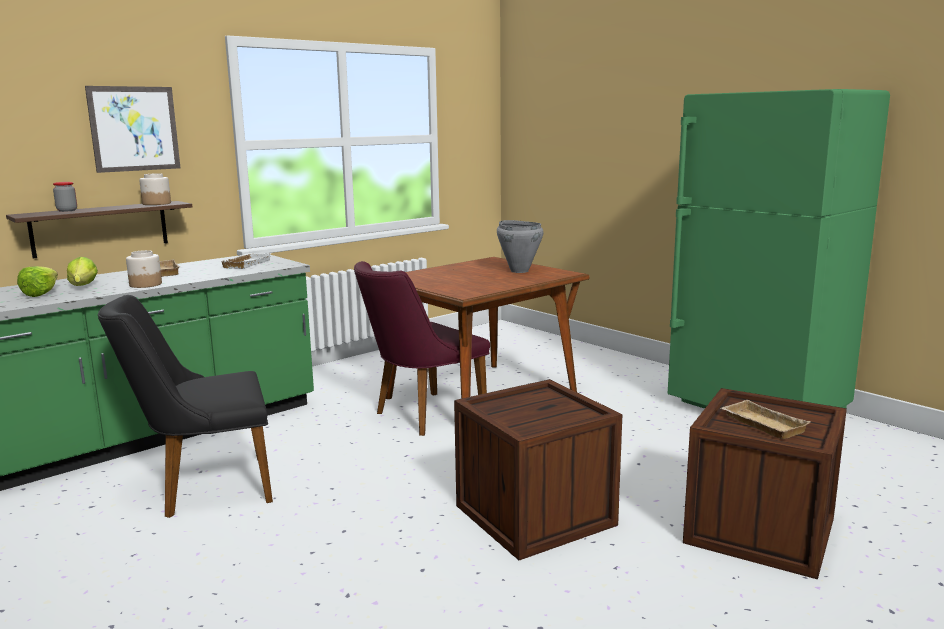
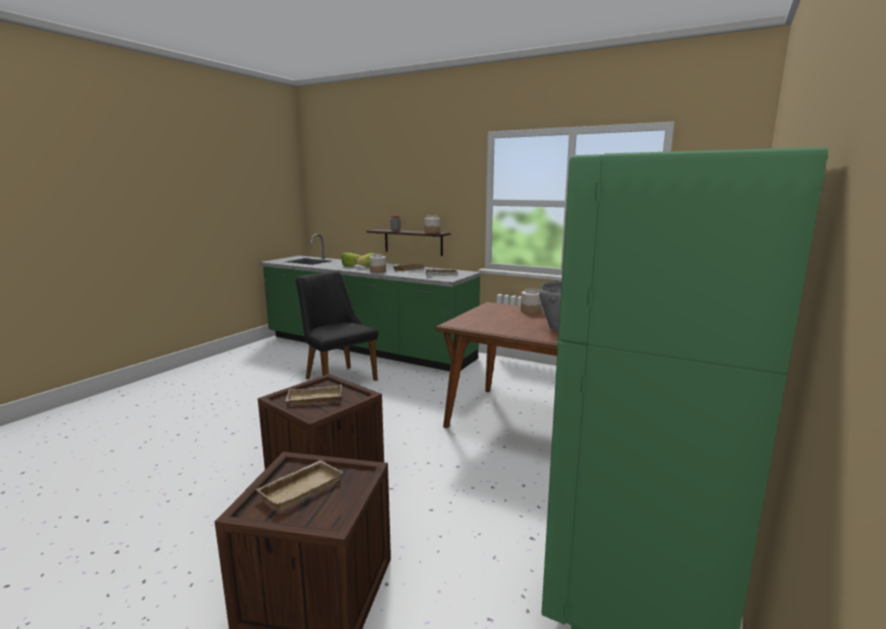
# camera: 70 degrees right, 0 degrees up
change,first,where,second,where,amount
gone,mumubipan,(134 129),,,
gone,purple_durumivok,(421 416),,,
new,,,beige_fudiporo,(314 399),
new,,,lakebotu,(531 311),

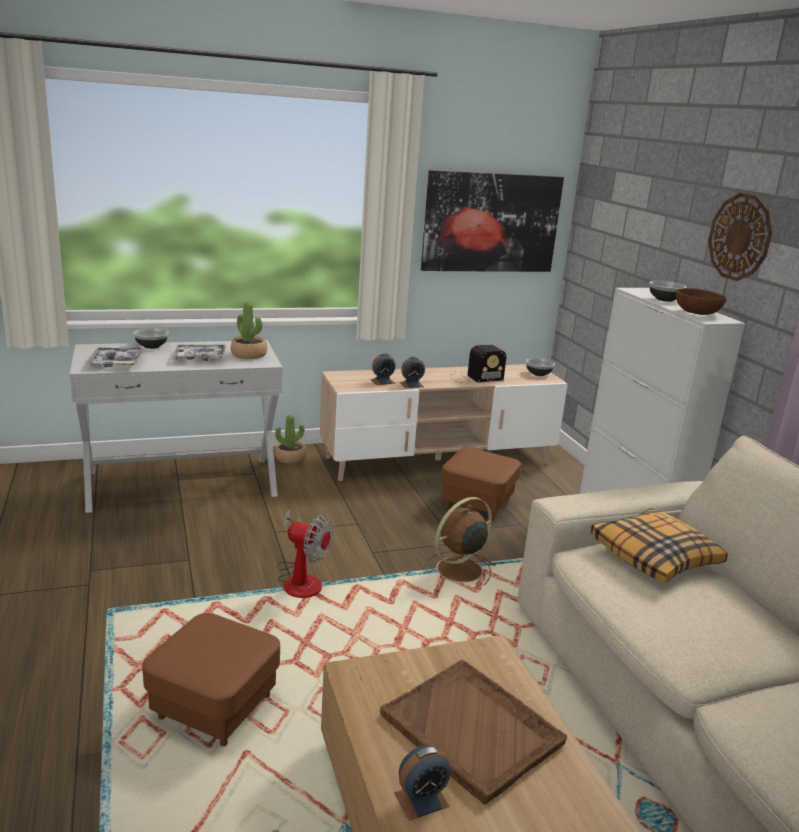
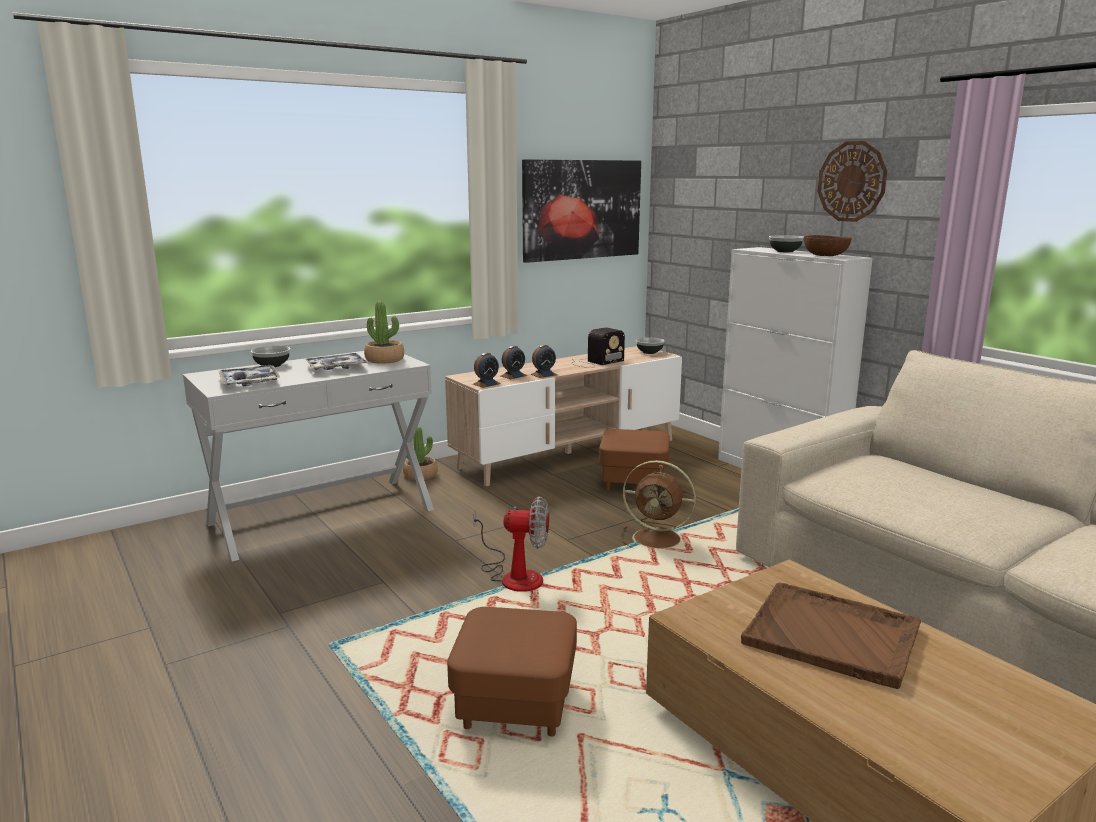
# camera: 15 degrees left, 5 degrees down
change,first,where,second,where,amount
shifted,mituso,(421 799),,(486 384),
rotated,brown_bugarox,(457 571),,(659 539),105 degrees counterclockwise
gone,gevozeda,(655 556),,,

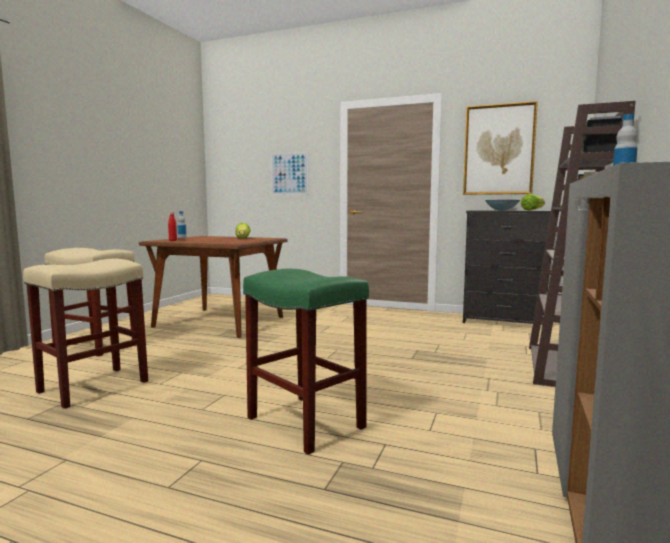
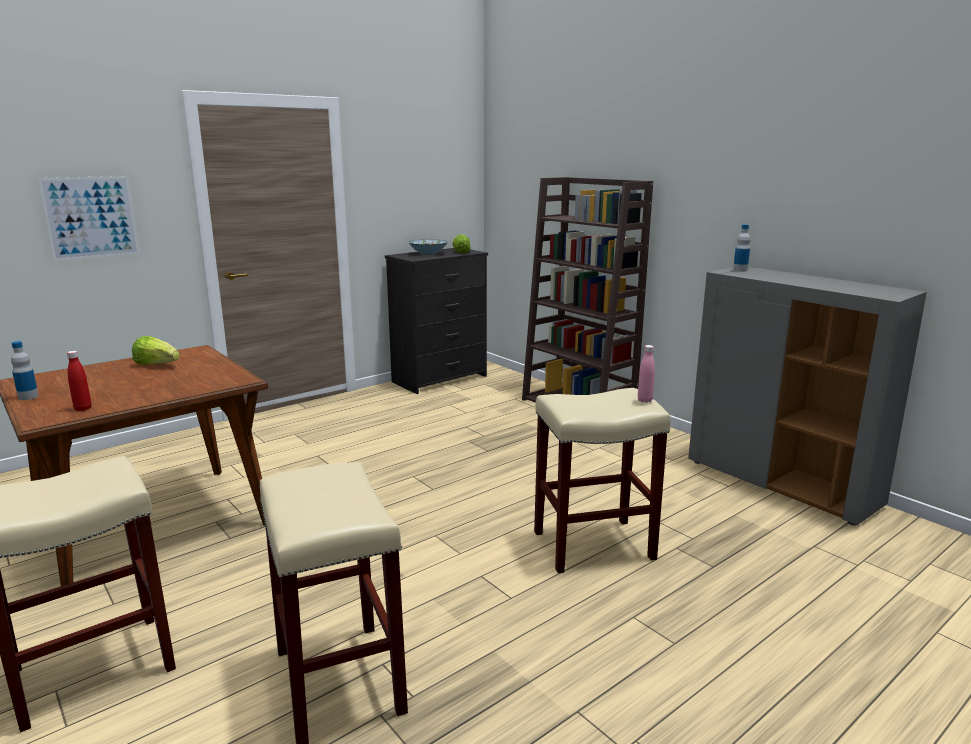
# camera: 60 degrees left, 10 degrees up
change,first,where,second,where,amount
repainted,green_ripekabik,(304 422),beige_ripekabik,(592 546),
gone,mumubipan,(499 150),,,
new,,,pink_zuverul,(645 400),

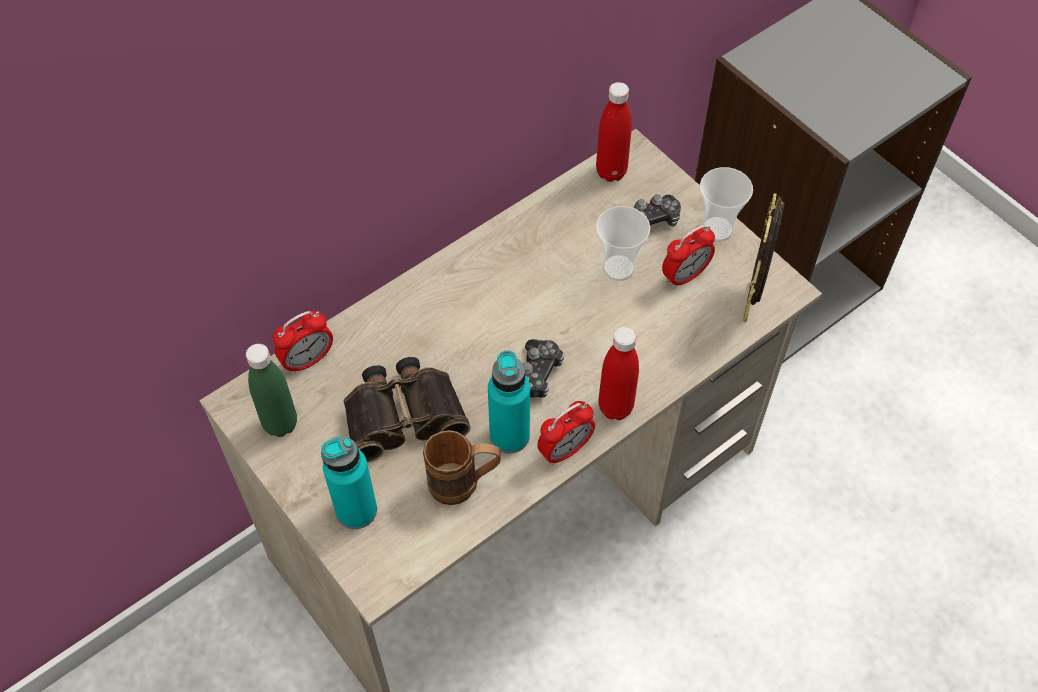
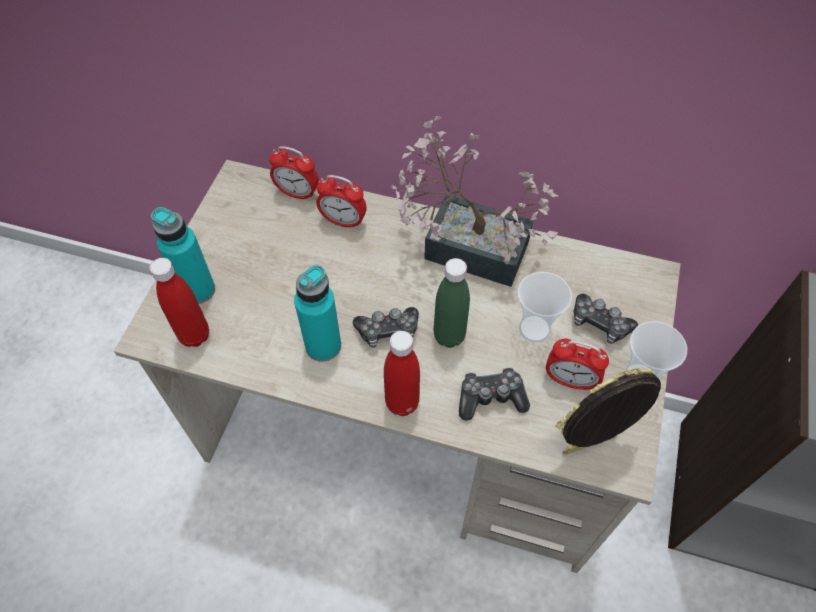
# camera: 55 degrees right, 0 degrees up
change,first,where,second,where,amount
shifted,green_zuverul,(280 424),,(449 336),
gone,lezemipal,(403 413),,,
gone,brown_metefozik,(464 484),,,
shifted,mituso,(565 450),,(343 221),
shifted,red_zuverul,(611 172),,(194 335),
new,,,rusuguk,(465 245),
new,,,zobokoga,(491 398),

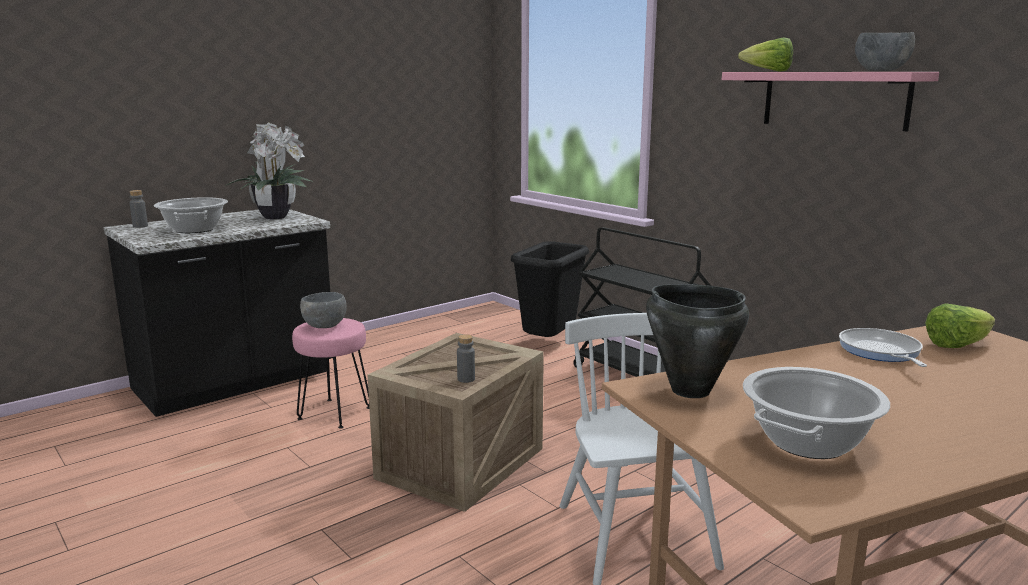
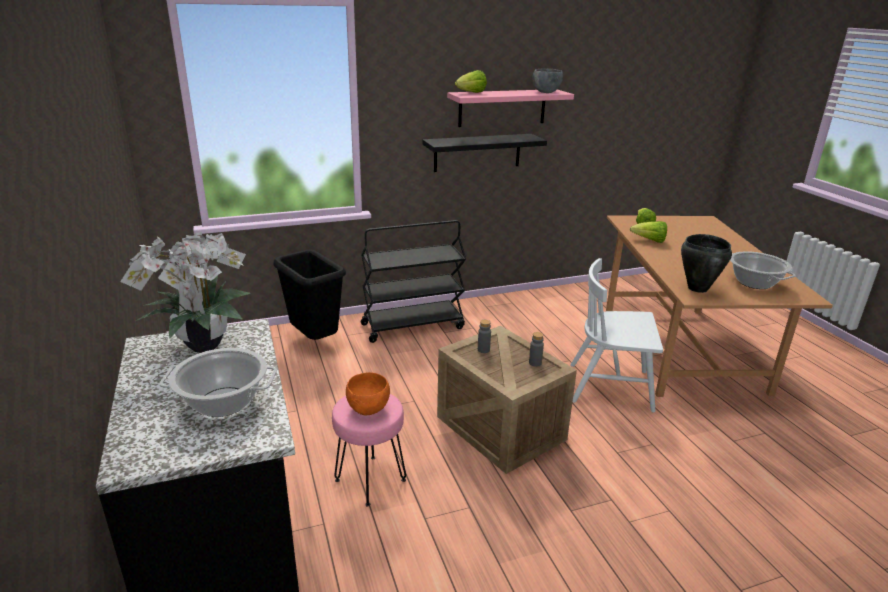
# camera: 70 degrees left, 10 degrees up
change,first,where,second,where,amount
shifted,grey_zuverul,(140 226),,(483 350),
repainted,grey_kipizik,(325 326),orange_kipizik,(368 409),
swapped,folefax,(880 352),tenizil,(649 241),
new,,,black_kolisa,(477 152),

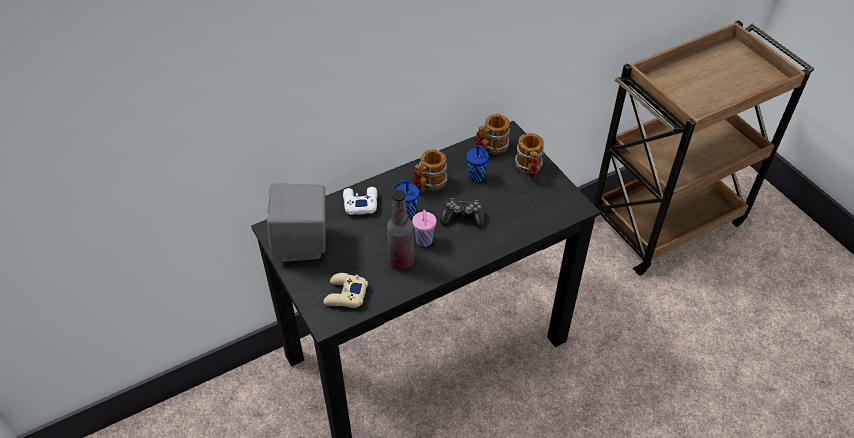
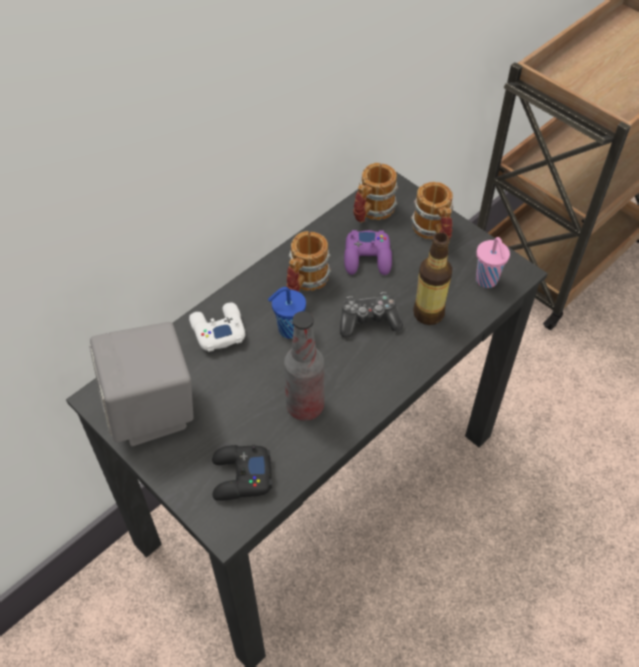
# camera: 15 degrees left, 5 degrees up
change,first,where,second,where,amount
repainted,beige_zobokoga,(345 295),black_zobokoga,(241 477),
shifted,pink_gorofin,(424 241),,(487 281),
swapped,blue_gorofin,(477 177),purple_zobokoga,(368 258),
new,,,zuverul,(428 313),

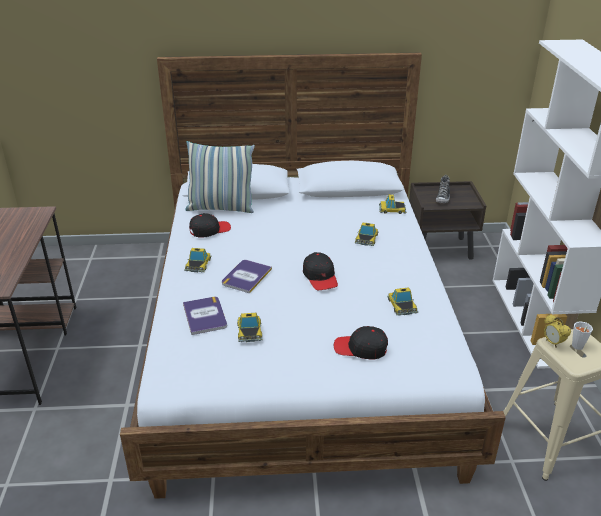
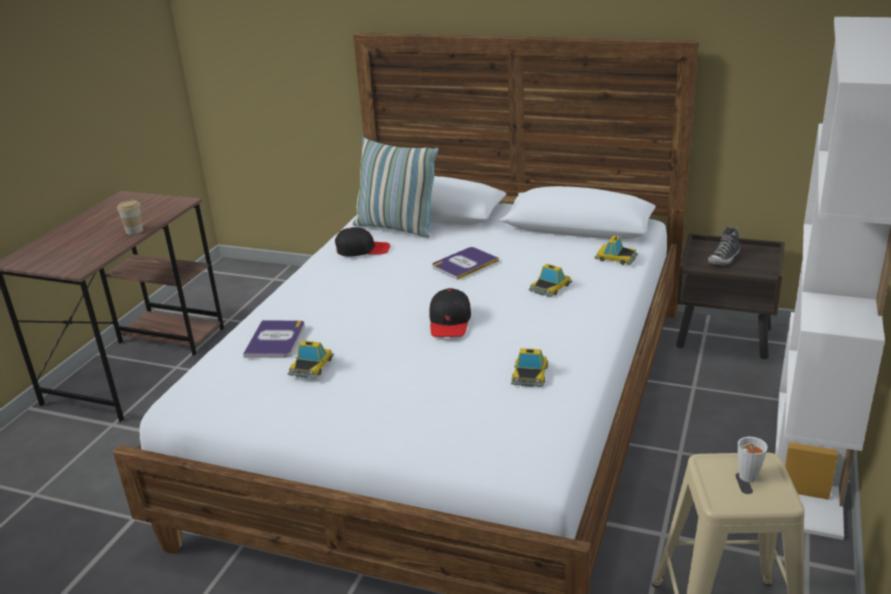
# camera: 25 degrees right, 5 degrees down
change,first,where,second,where,amount
gone,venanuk,(198 264),,,
shifted,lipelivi,(246 276),,(464 264),
gone,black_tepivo,(361 348),,,
gone,mituso,(553 343),,,
new,,,gorofin,(134 231),

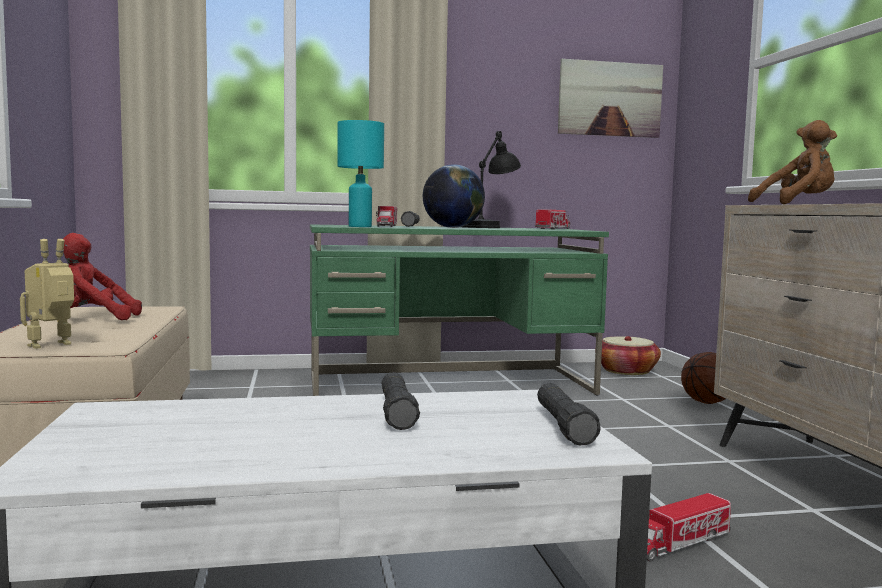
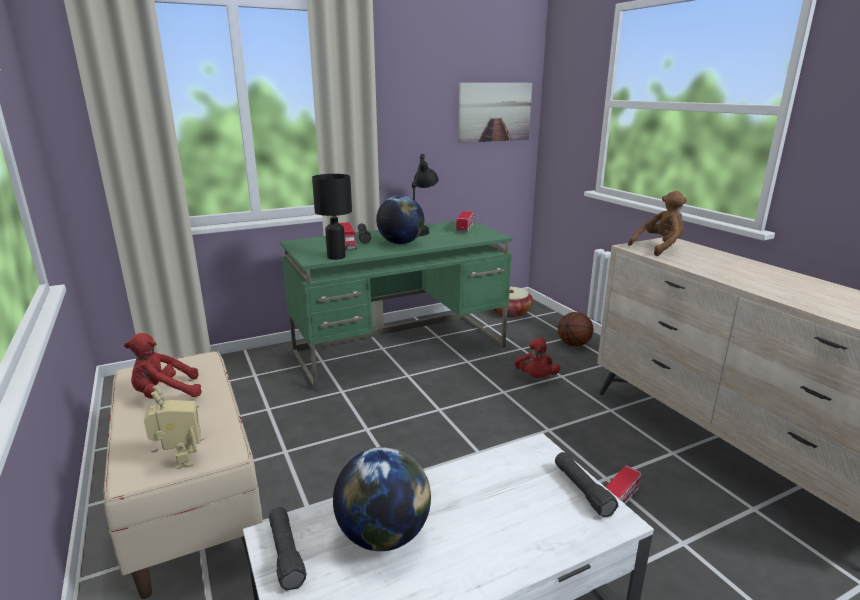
# camera: 15 degrees left, 15 degrees up
change,first,where,second,where,amount
rotated,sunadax,(52 346),,(180 460),135 degrees clockwise
repainted,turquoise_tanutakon,(359 226),black_tanutakon,(336 257),
shifted,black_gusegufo,(397 413),,(286 554),
new,,,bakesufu,(384 535),
new,,,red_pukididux,(536 378),

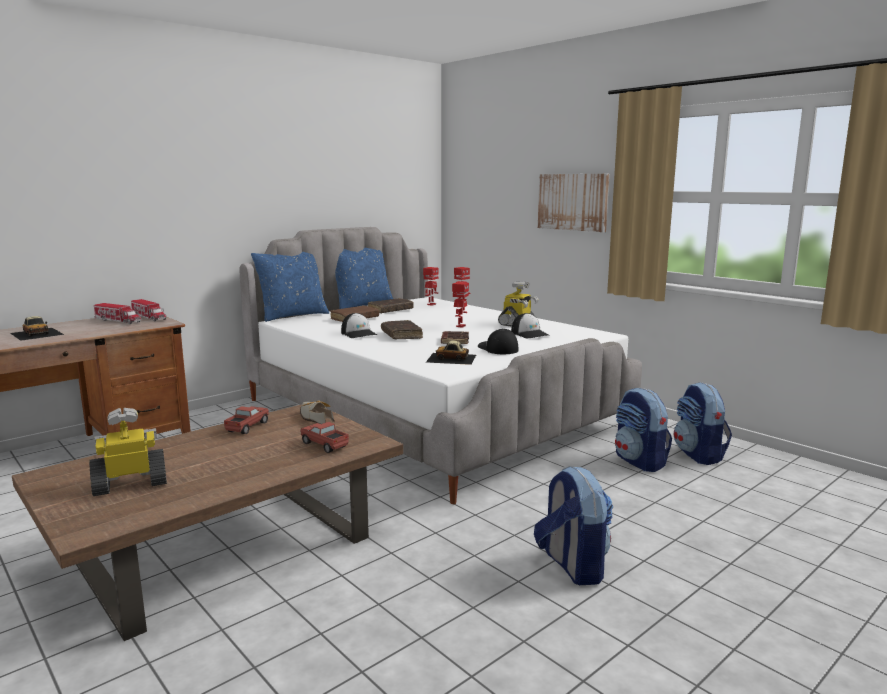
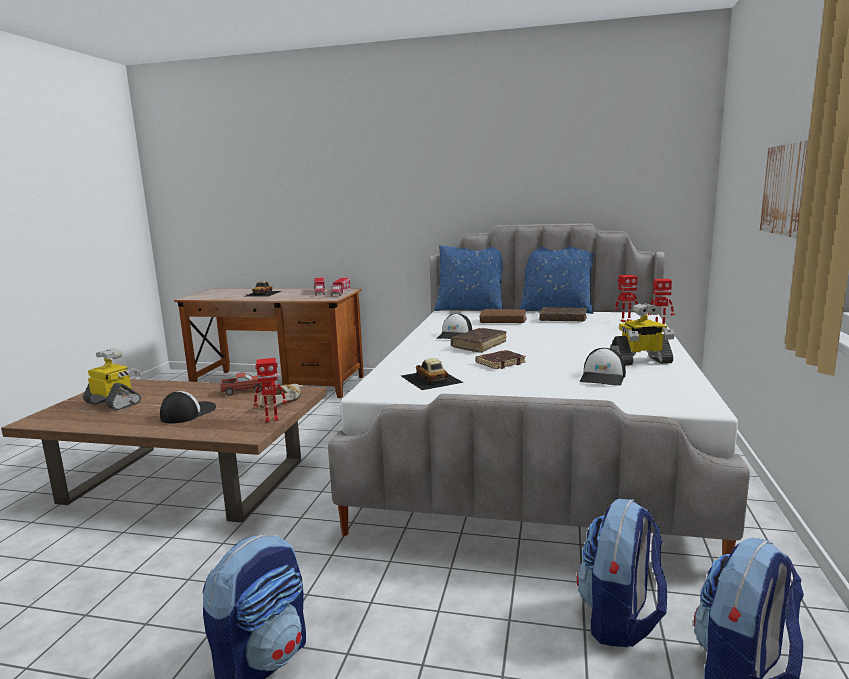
# camera: 55 degrees right, 0 degrees up
change,first,where,second,where,amount
gone,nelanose,(324 445),,,
shifted,sunadax,(460 326),,(272 419),
shifted,tepivo,(497 348),,(188 413),

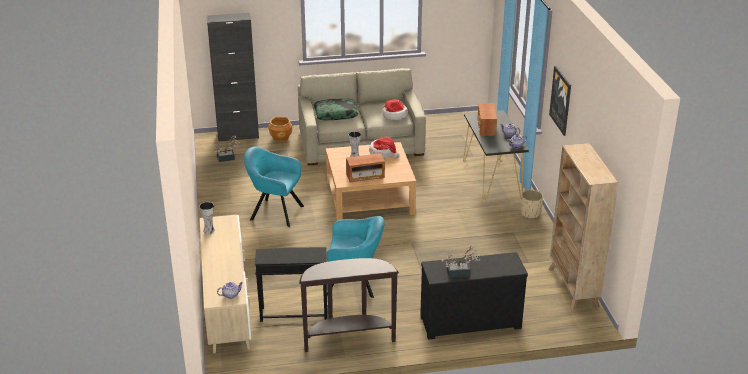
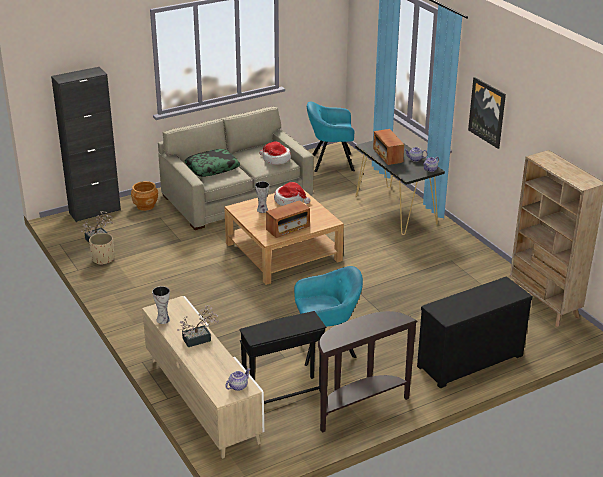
# camera: 20 degrees left, 0 degrees up
change,first,where,second,where,amount
shifted,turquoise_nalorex,(274 212),,(330 162),
shifted,rusuguk,(461 272),,(200 339),
shifted,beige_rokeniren,(530 214),,(103 259),

